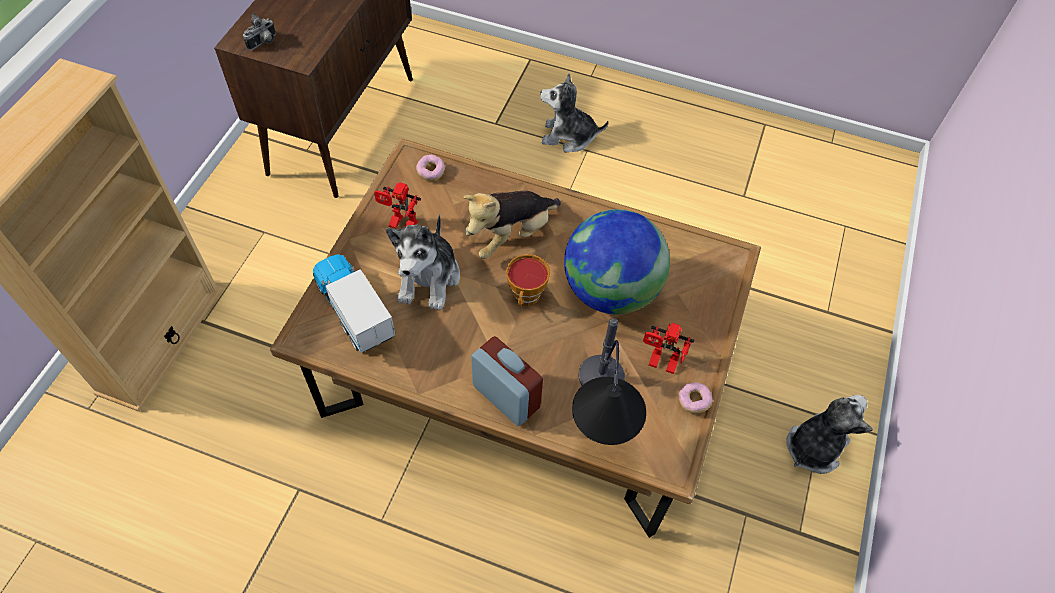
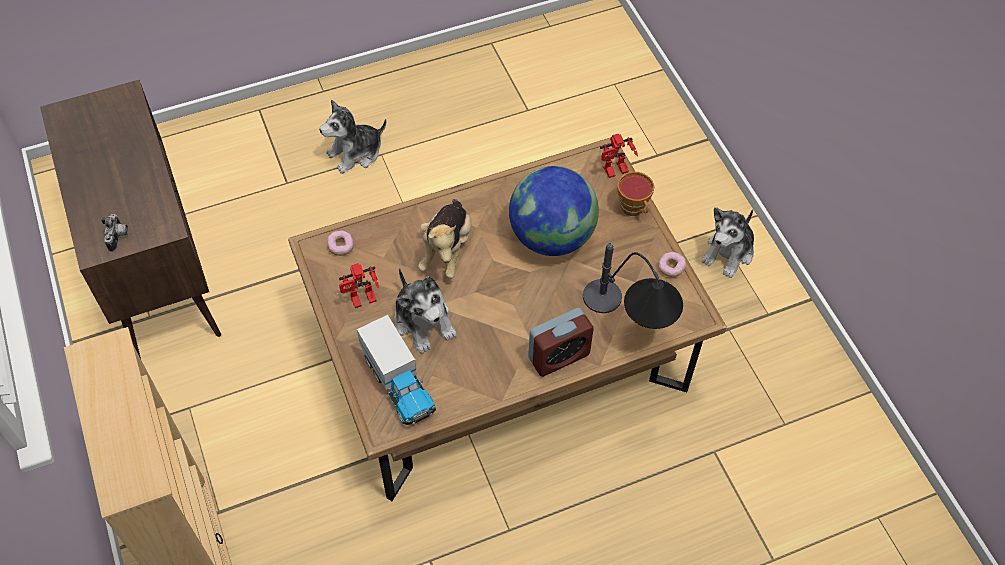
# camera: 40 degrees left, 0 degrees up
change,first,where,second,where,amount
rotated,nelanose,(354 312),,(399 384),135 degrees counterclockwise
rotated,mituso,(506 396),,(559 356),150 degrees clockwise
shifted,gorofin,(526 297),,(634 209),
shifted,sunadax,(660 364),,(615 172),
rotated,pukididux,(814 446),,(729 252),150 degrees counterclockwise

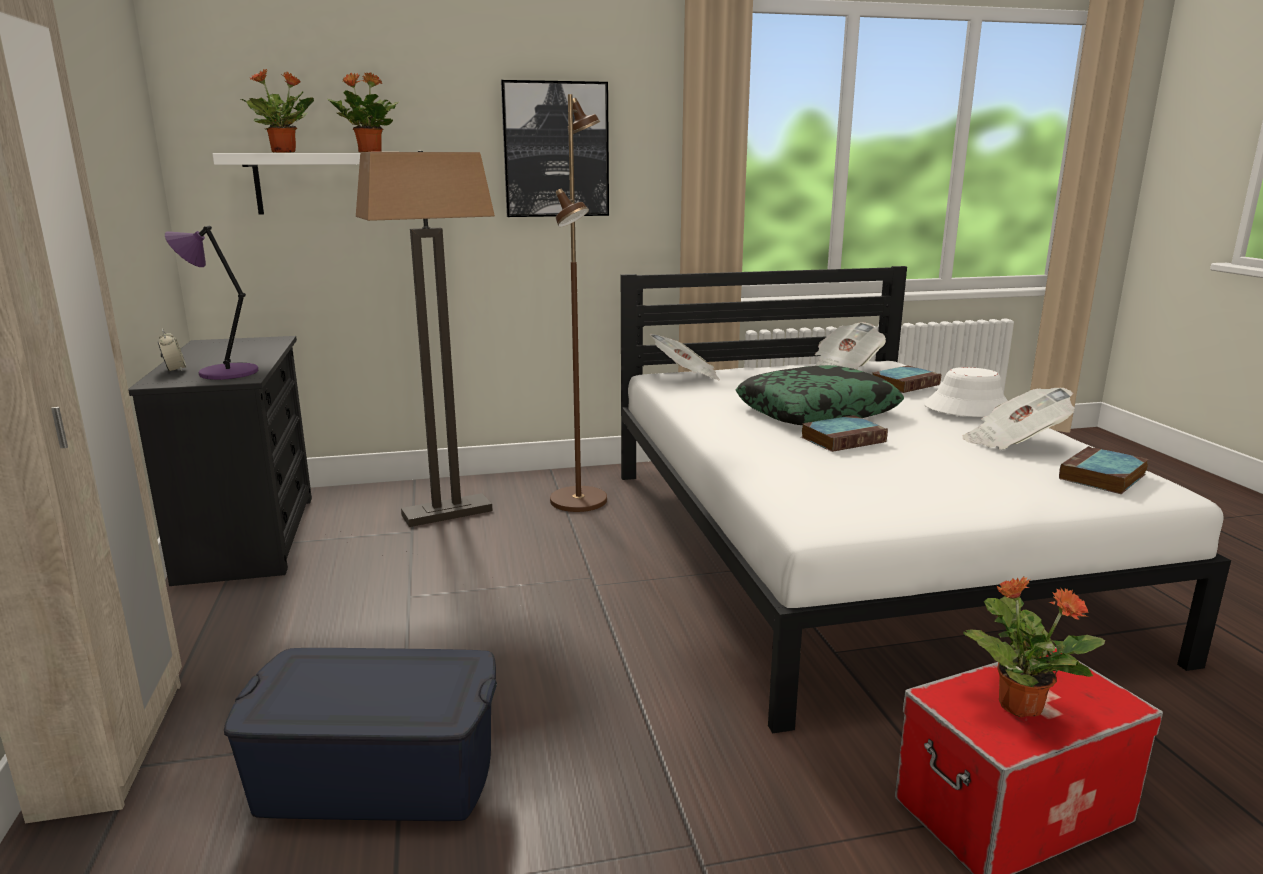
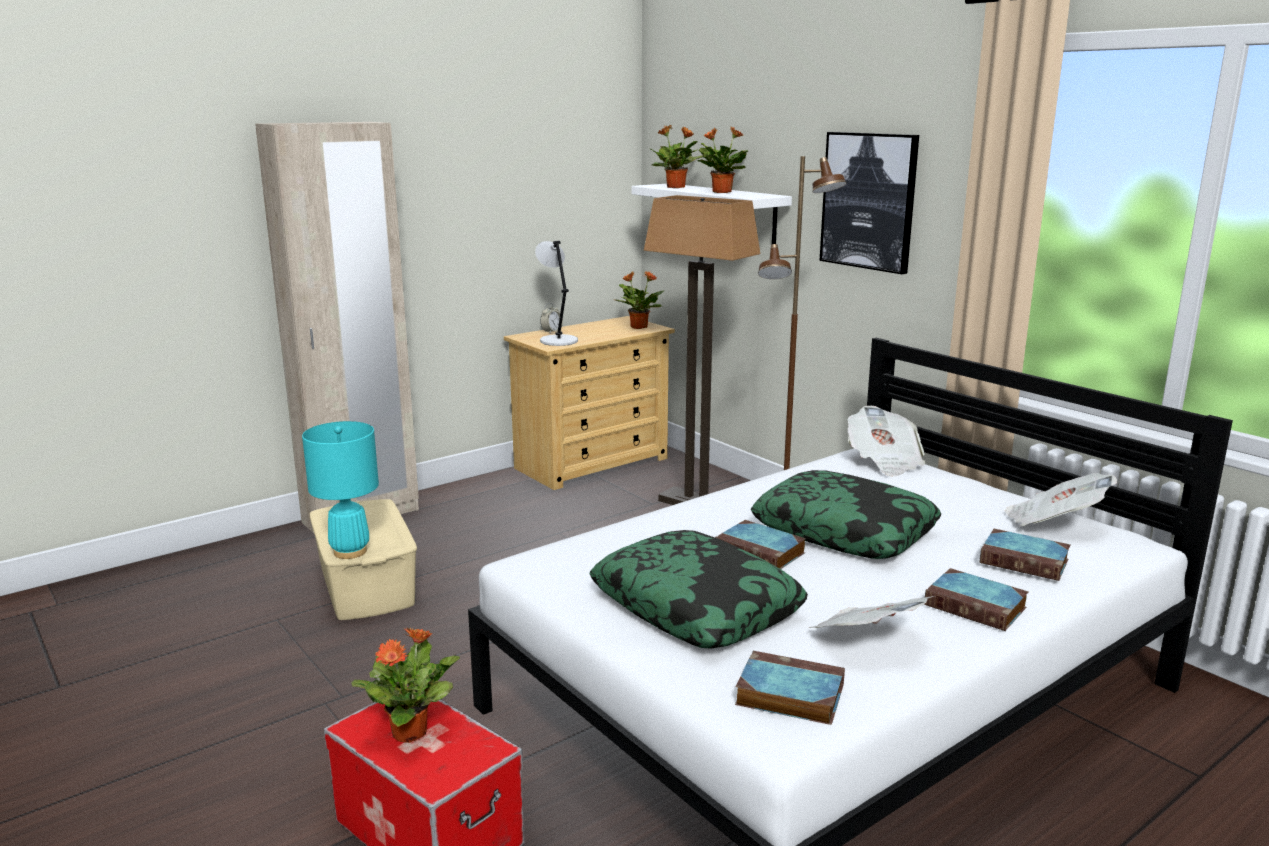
# camera: 65 degrees right, 0 degrees up
change,first,where,second,where,amount
repainted,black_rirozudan,(249 536),beige_rirozudan,(592 463),
repainted,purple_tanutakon,(225 373),grey_tanutakon,(557 341),
repainted,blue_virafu,(378 776),beige_virafu,(365 585),
swapped,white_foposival,(967 408),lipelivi,(977 606),
new,,,turquoise_tanutakon,(350 551),
new,,,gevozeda,(696 606),
new,,,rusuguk,(638 327),

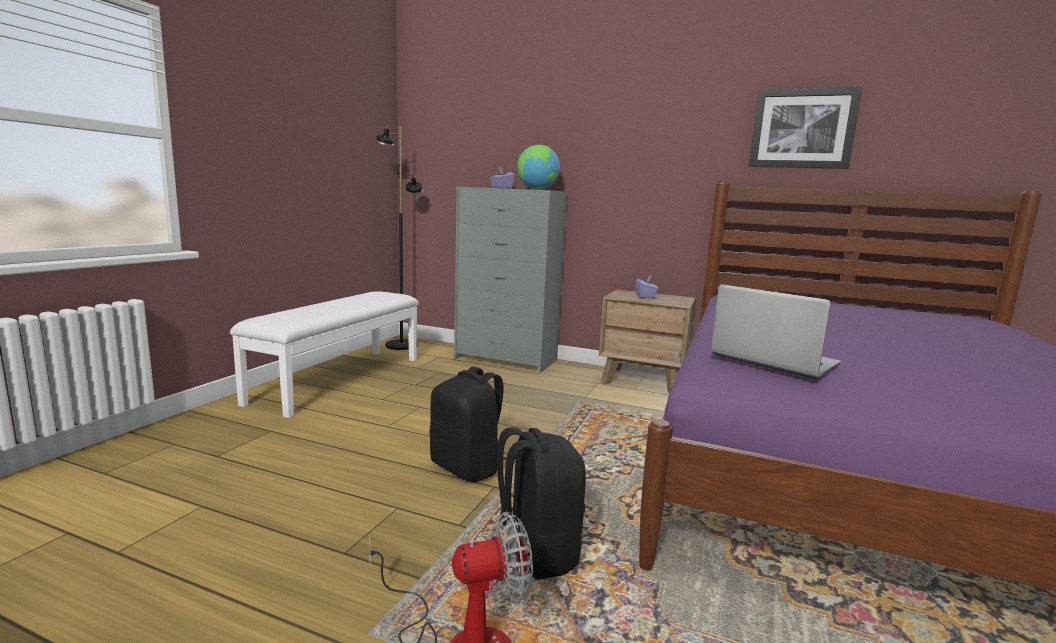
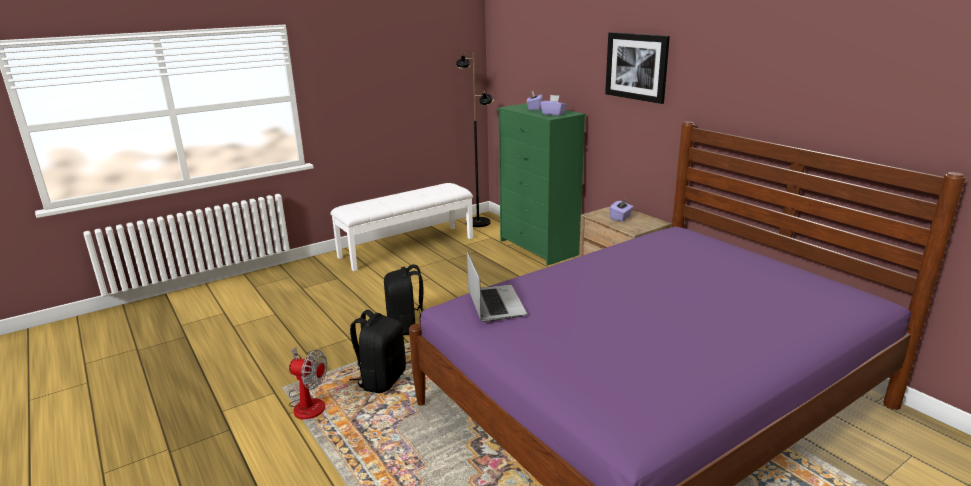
# camera: 35 degrees right, 10 degrees up
change,first,where,second,where,amount
repainted,grey_rirozudan,(507 359),green_rirozudan,(539 248),
swapped,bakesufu,(537 189),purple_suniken,(553 114),
shifted,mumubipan,(802 129),,(636 66),

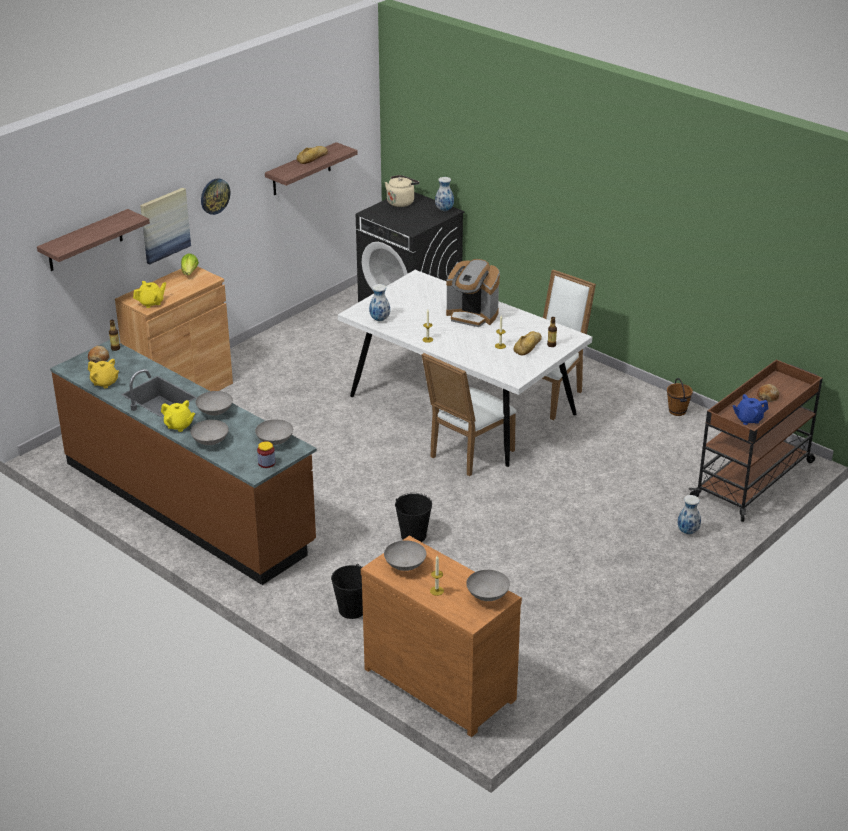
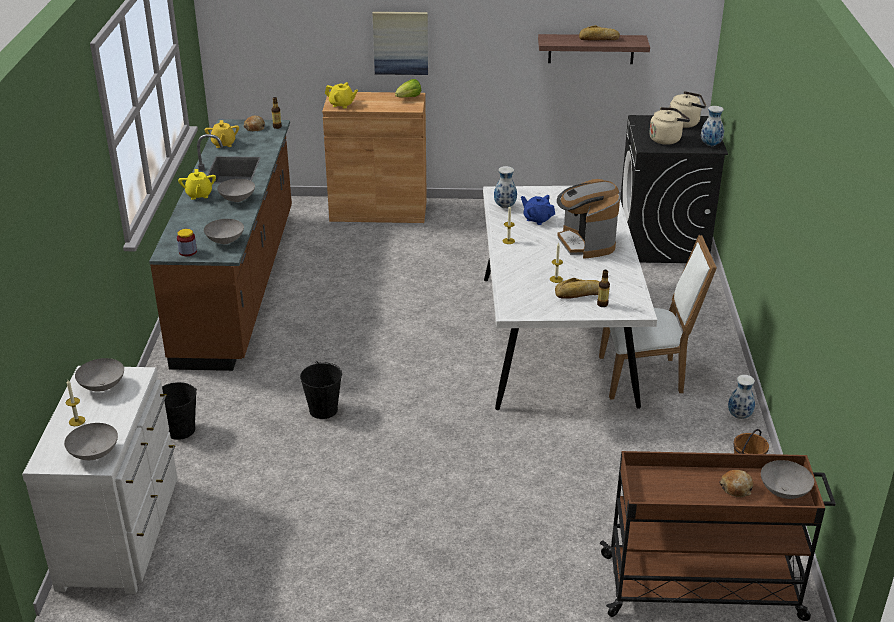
# camera: 50 degrees right, 0 degrees up
change,first,where,second,where,amount
gone,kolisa,(85 241),,,
shifted,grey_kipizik,(211 442),,(784 492),
gone,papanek,(214 196),,,
repainted,brown_rirozudan,(441 681),white_rirozudan,(123 531),
gone,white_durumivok,(467 454),,,
shifted,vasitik,(688 532),,(740 416),
shifted,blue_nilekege,(748 419),,(537 219),
new,,,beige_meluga,(666 139),

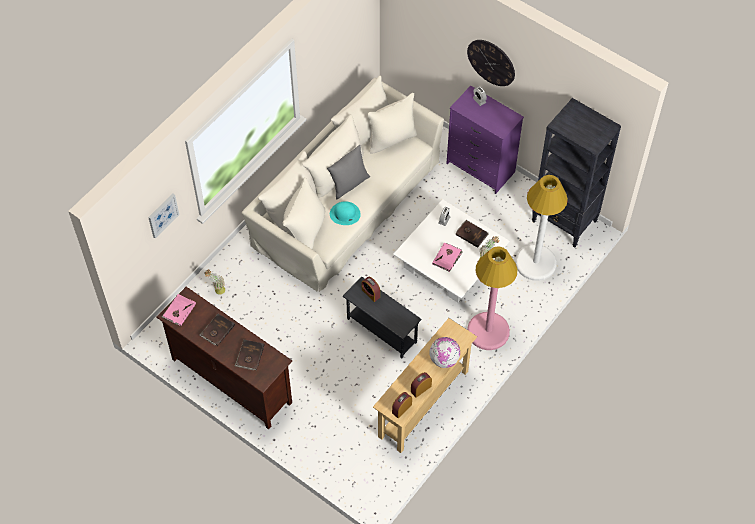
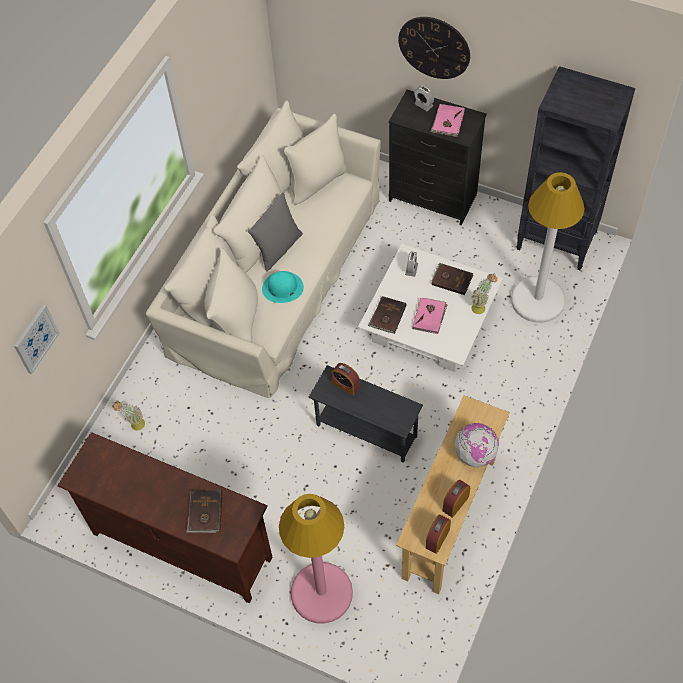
# camera: 10 degrees left, 0 degrees up
change,first,where,second,where,amount
shifted,pink_lipelivi,(178 310),,(447 122),
shifted,brown_lipelivi,(217 330),,(387 316),
repainted,purple_rirozudan,(480 168),black_rirozudan,(432 198),
shifted,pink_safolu,(488 331),,(321 593),

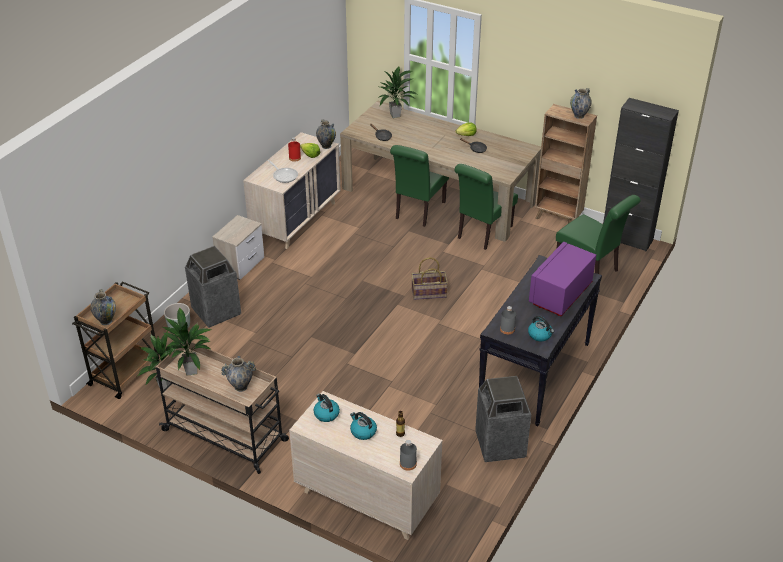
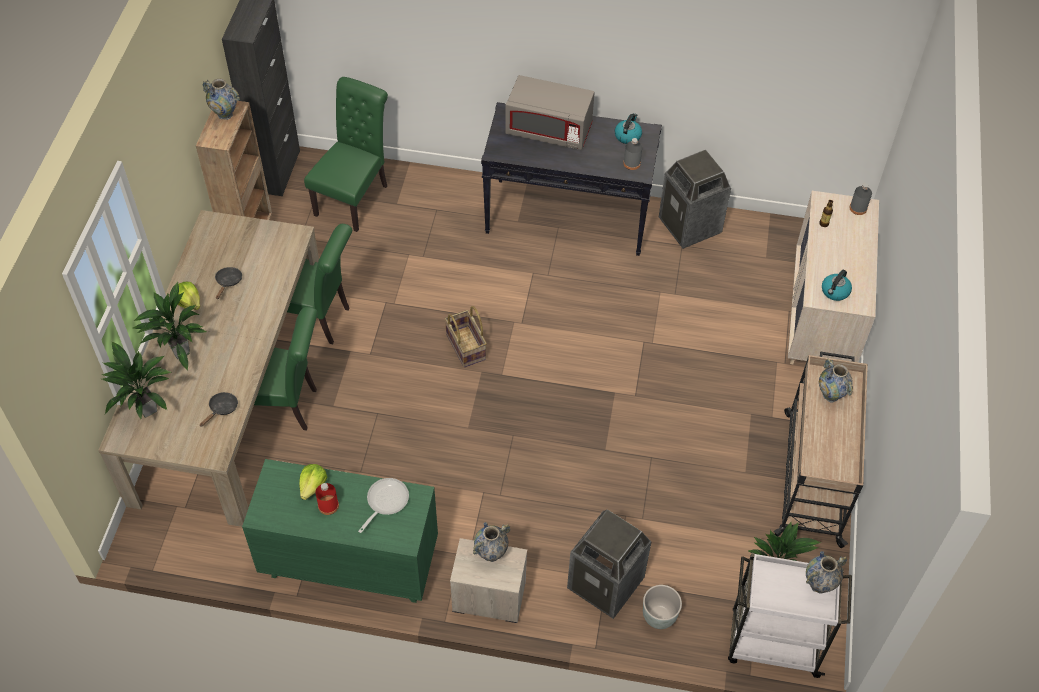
# camera: 110 degrees left, 15 degrees up
change,first,where,second,where,amount
repainted,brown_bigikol,(125 372),white_bigikol,(772 643),
shifted,rusuguk,(191 370),,(179 352),
repainted,beige_rirozudan,(296 219),green_rirozudan,(349 562),
shifted,vasitik,(326 146),,(491 554),
gone,meluga,(363 431),,,
repainted,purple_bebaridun,(560 294),grey_bebaridun,(549 130),

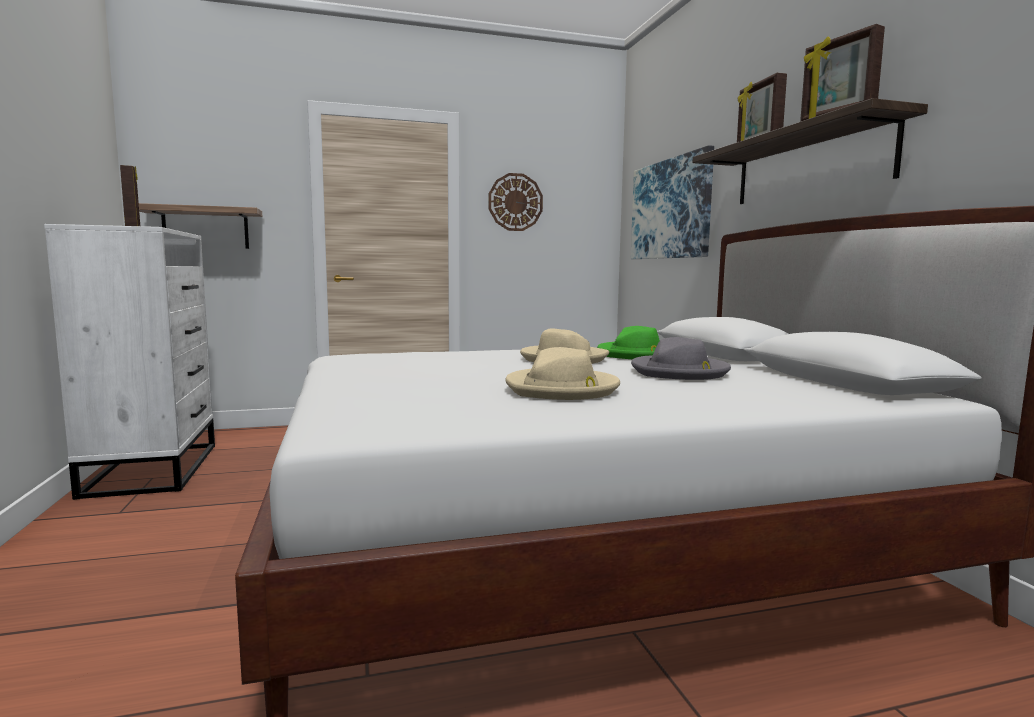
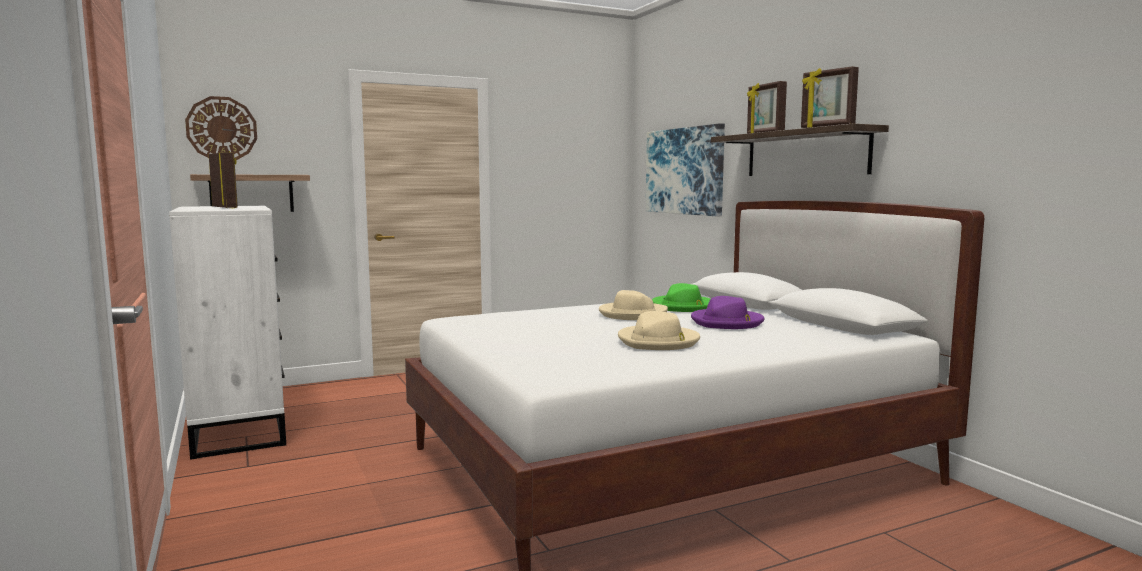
# camera: 10 degrees left, 0 degrees up
change,first,where,second,where,amount
shifted,papanek,(515 202),,(222 129),
repainted,grey_foposival,(679 372),purple_foposival,(727 322),

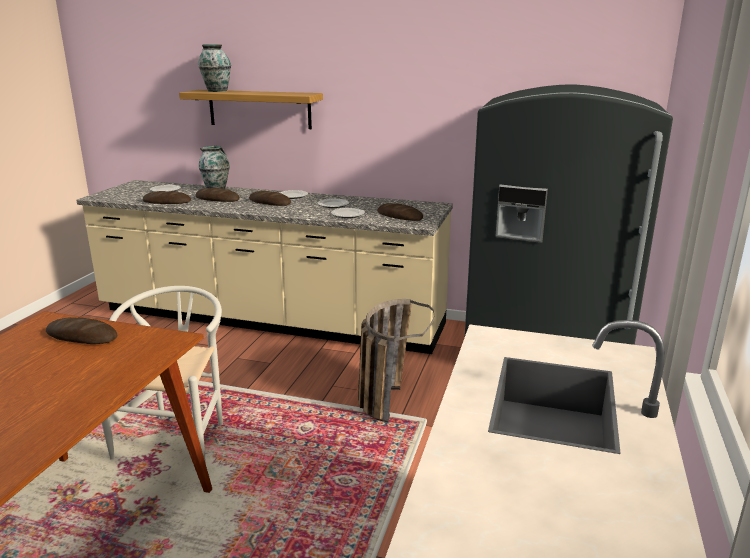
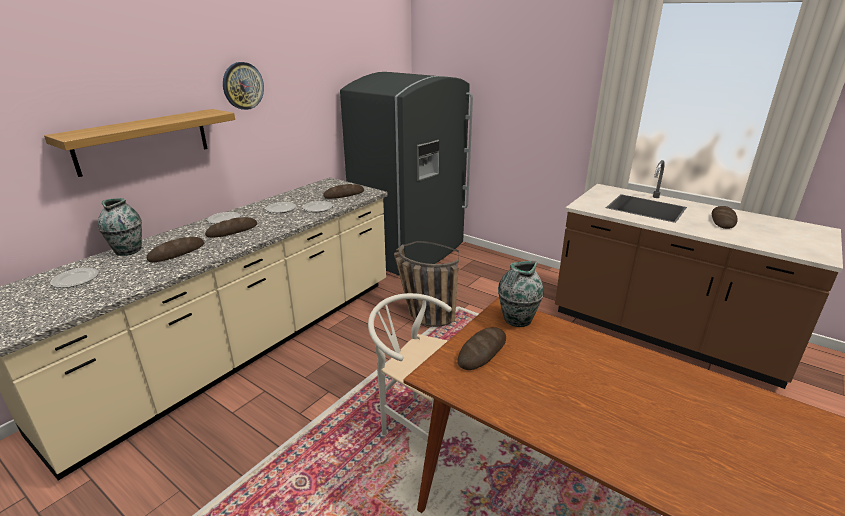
# camera: 70 degrees left, 5 degrees up
change,first,where,second,where,amount
shifted,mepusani,(167 202),,(723 220),
shifted,vasitik,(216 91),,(517 320),
new,,,papanek,(242 86),

